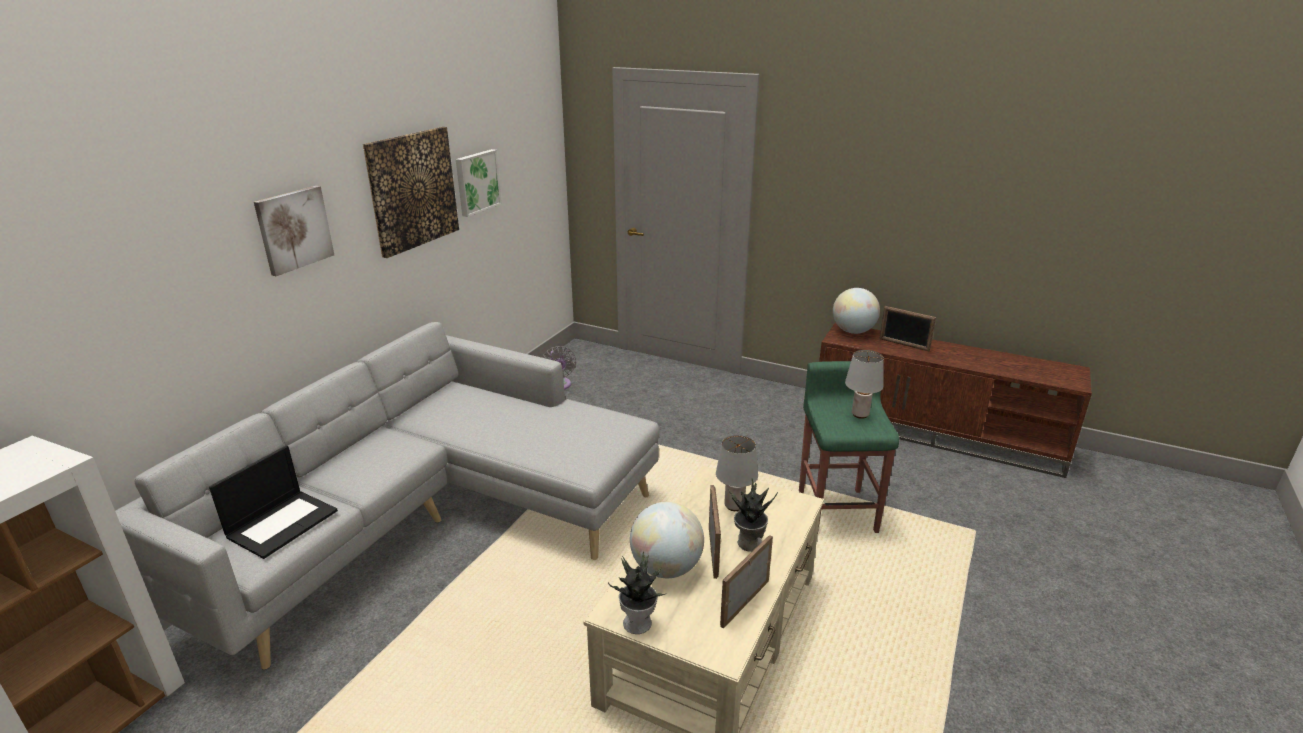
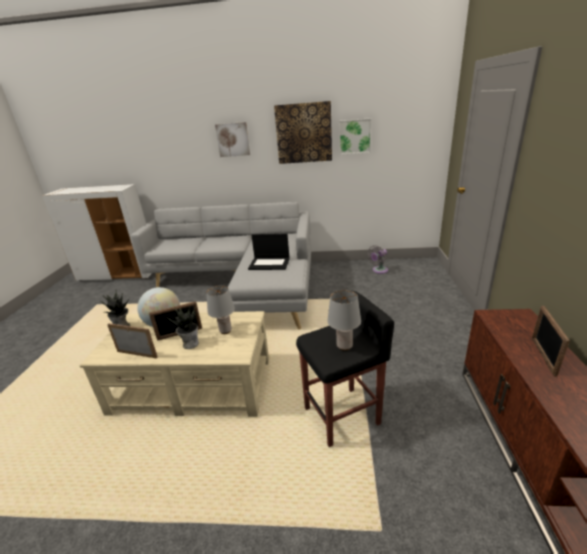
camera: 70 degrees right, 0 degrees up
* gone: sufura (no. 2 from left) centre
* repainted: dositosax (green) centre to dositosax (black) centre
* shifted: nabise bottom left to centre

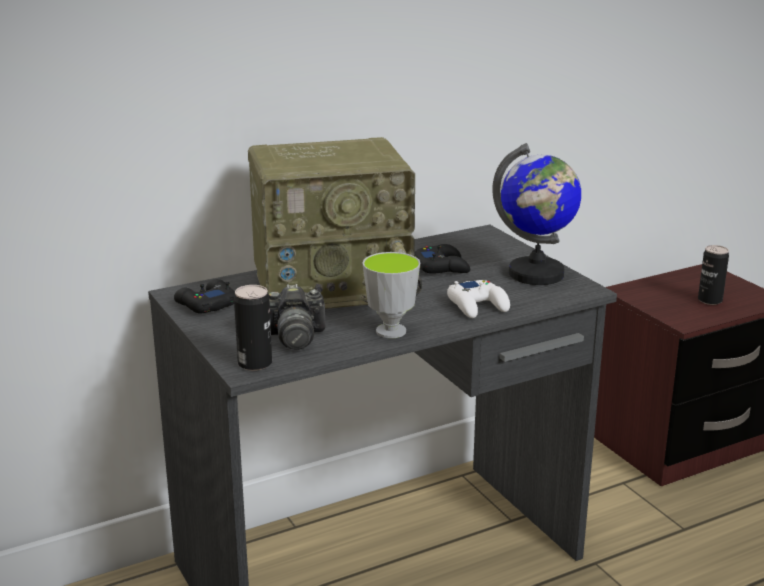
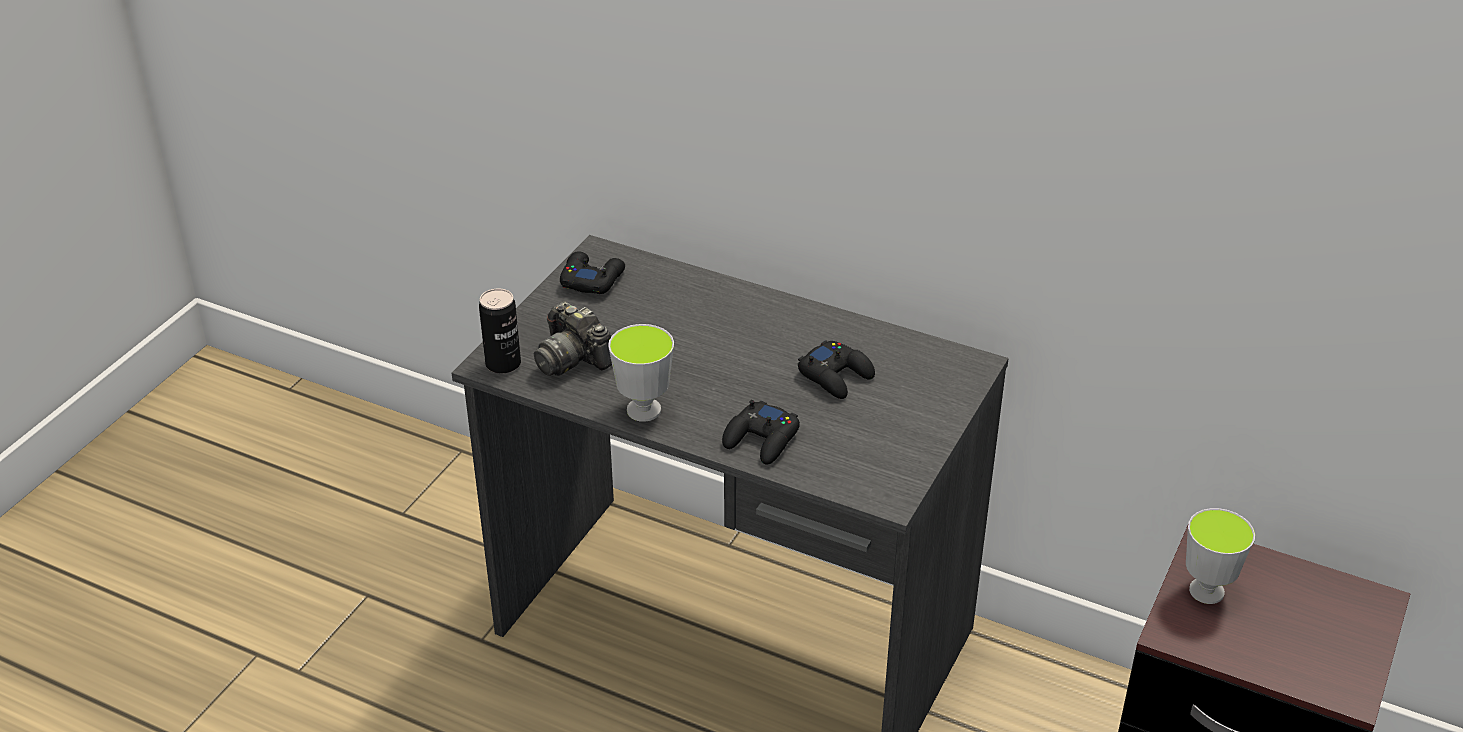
camera: 55 degrees right, 15 degrees up
* gone: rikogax centre
* gone: sufura middle right
* gone: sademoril (no. 2 from left) middle right
* repainted: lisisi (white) centre to lisisi (black) (no. 2 from left) centre
* new: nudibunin (no. 2 from left) bottom right

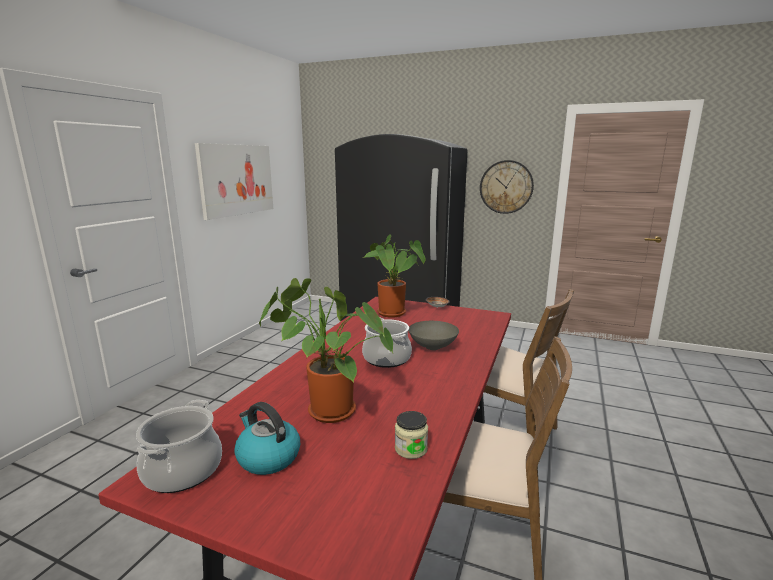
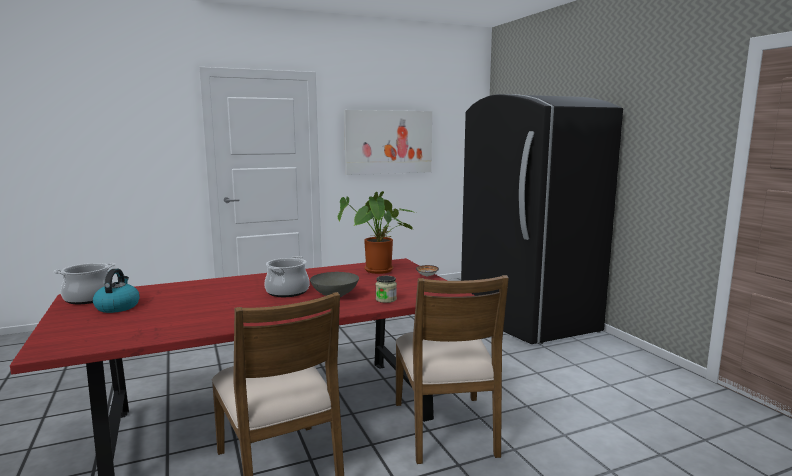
camera: 45 degrees right, 5 degrees down
* gone: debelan top centre
* gone: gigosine (no. 1 from left) centre
* shifted: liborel bottom centre to centre

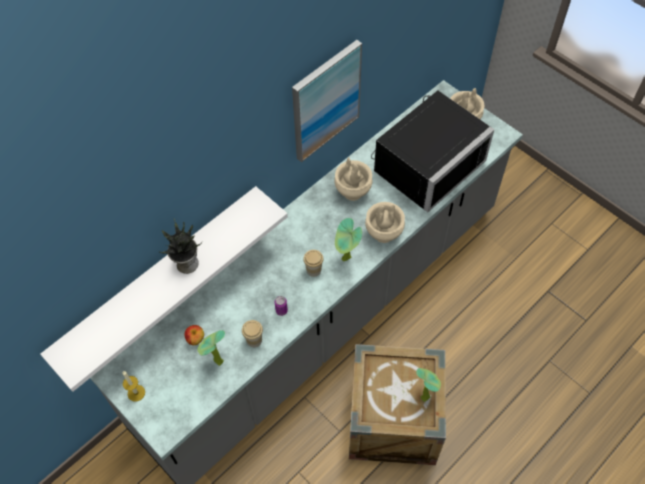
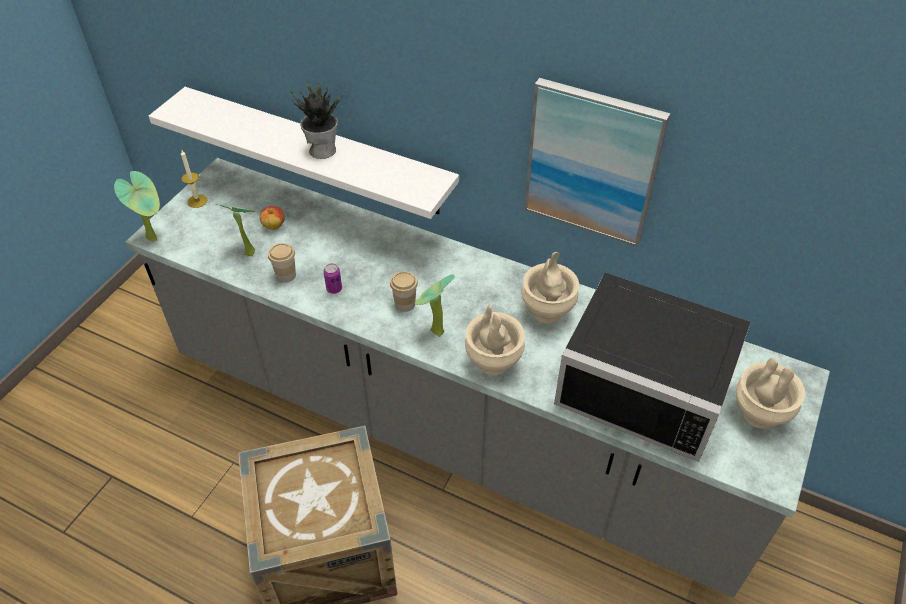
camera: 70 degrees right, 10 degrees down
* shifted: gigosine (no. 4 from left in the first image) bottom centre to gigosine (no. 1 from left) middle left

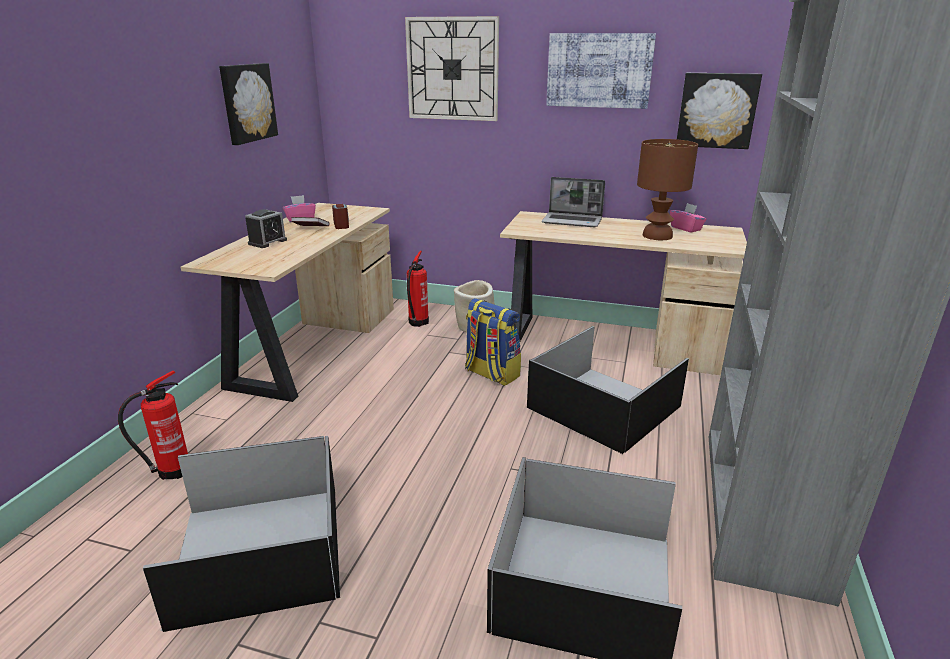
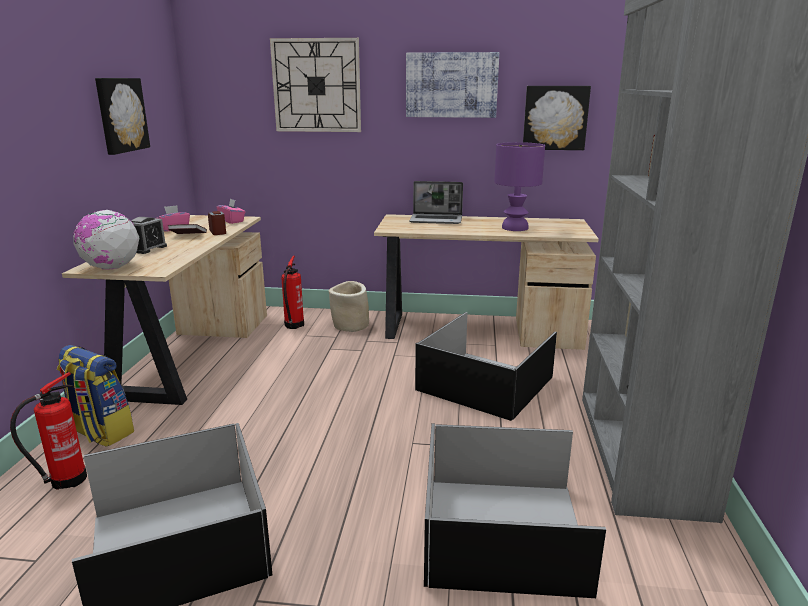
camera: 10 degrees left, 5 degrees down
* repainted: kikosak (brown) top right to kikosak (purple) top centre
* shifted: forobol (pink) (no. 2 from left) top right to middle left
* shifted: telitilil centre to middle left
* new: sufura middle left

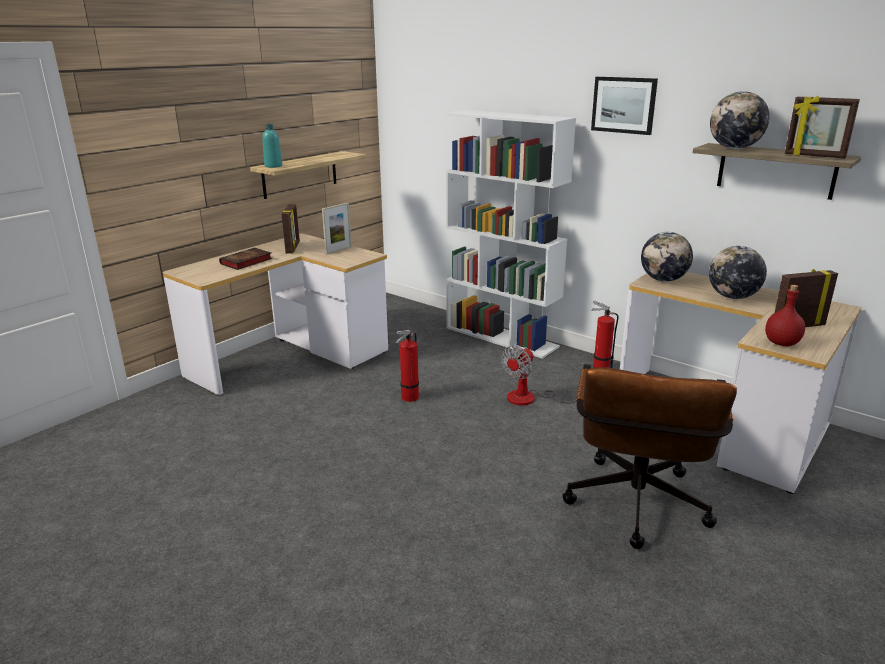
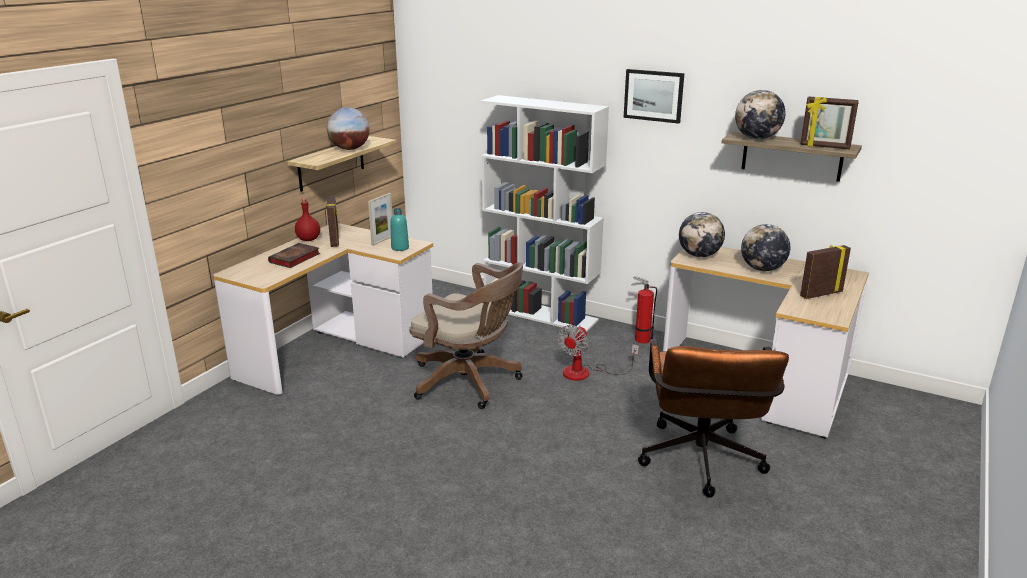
camera: 10 degrees left, 0 degrees up
* shifted: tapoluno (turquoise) top left to centre
* shifted: tapoluno (red) middle right to middle left
* swapped: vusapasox (no. 1 from left) centre to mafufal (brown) (no. 1 from left) centre
* new: sufura (no. 1 from left) top centre

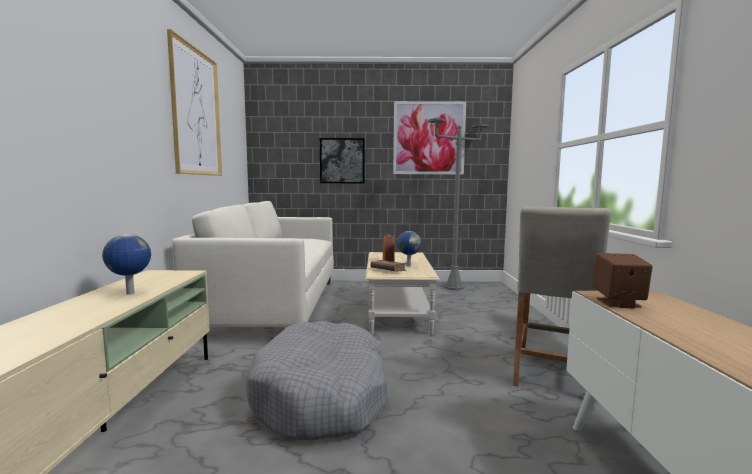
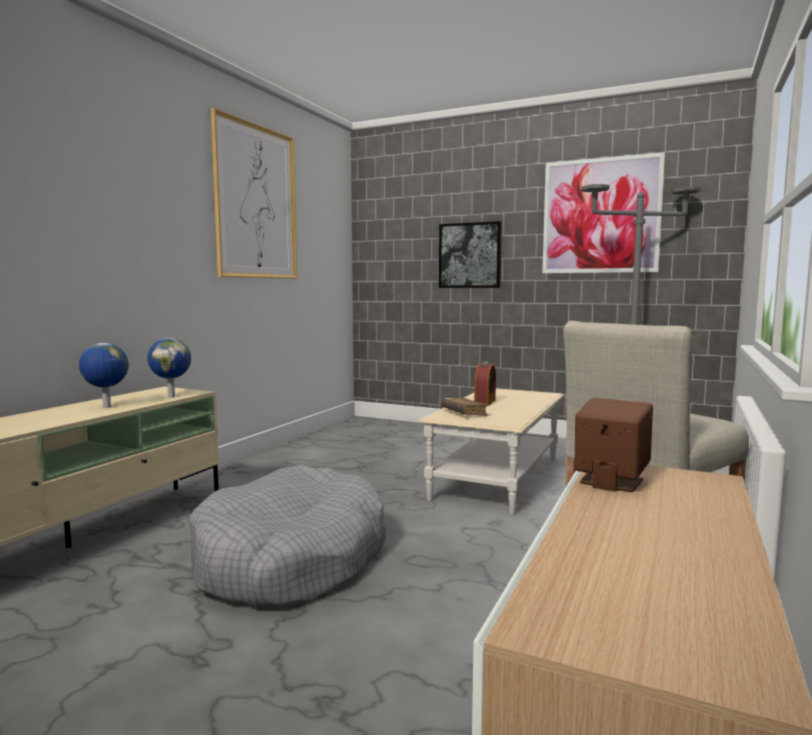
camera: 25 degrees right, 0 degrees up
* gone: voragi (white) centre
* shifted: sufura (no. 2 from left) centre to middle left

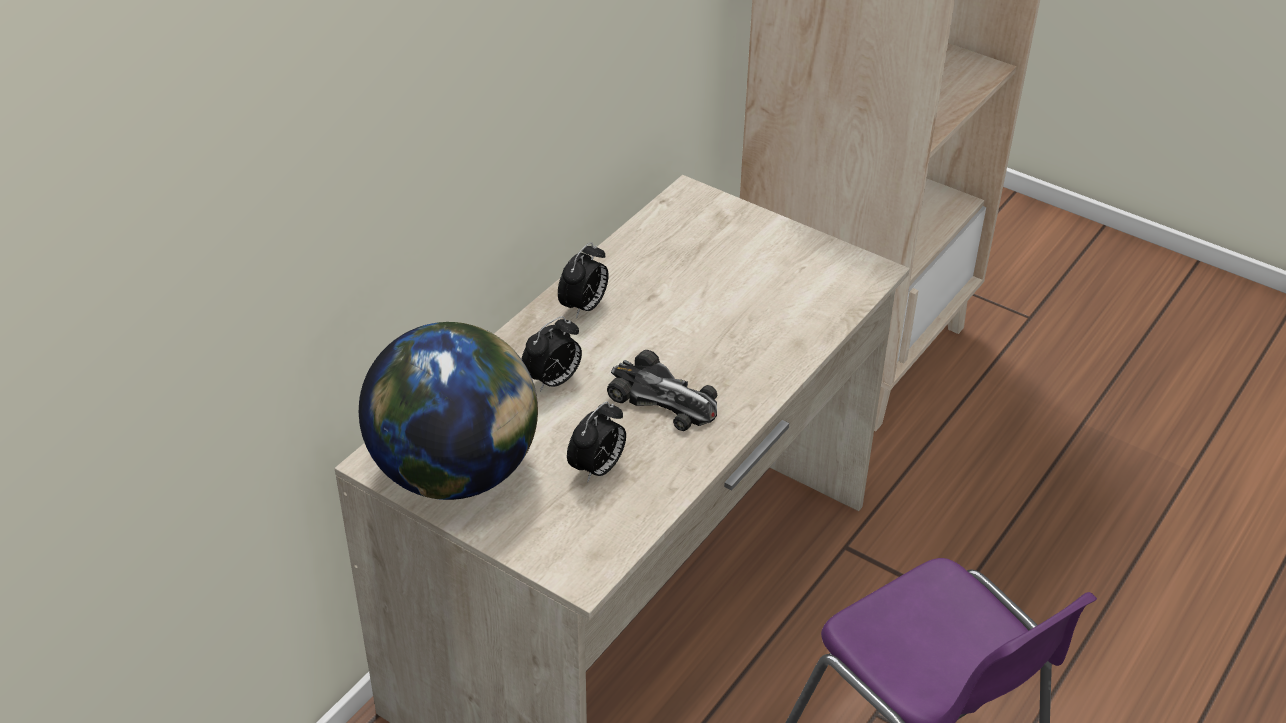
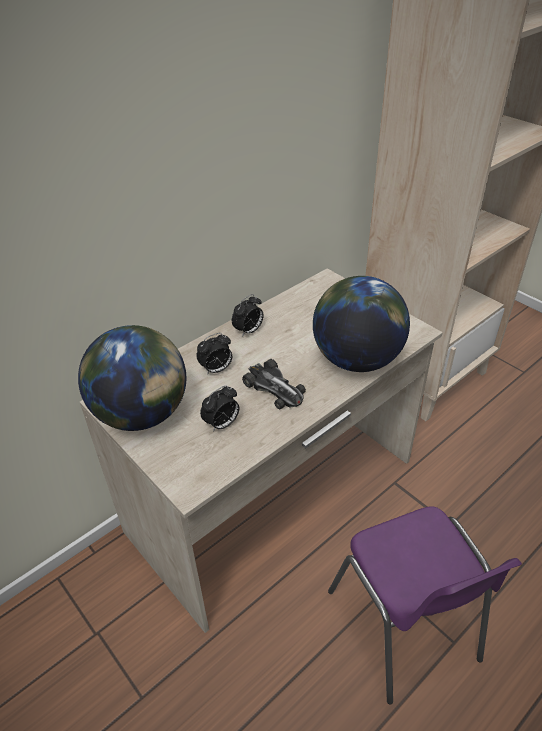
camera: 15 degrees right, 0 degrees up
* new: sufura (no. 2 from left) centre

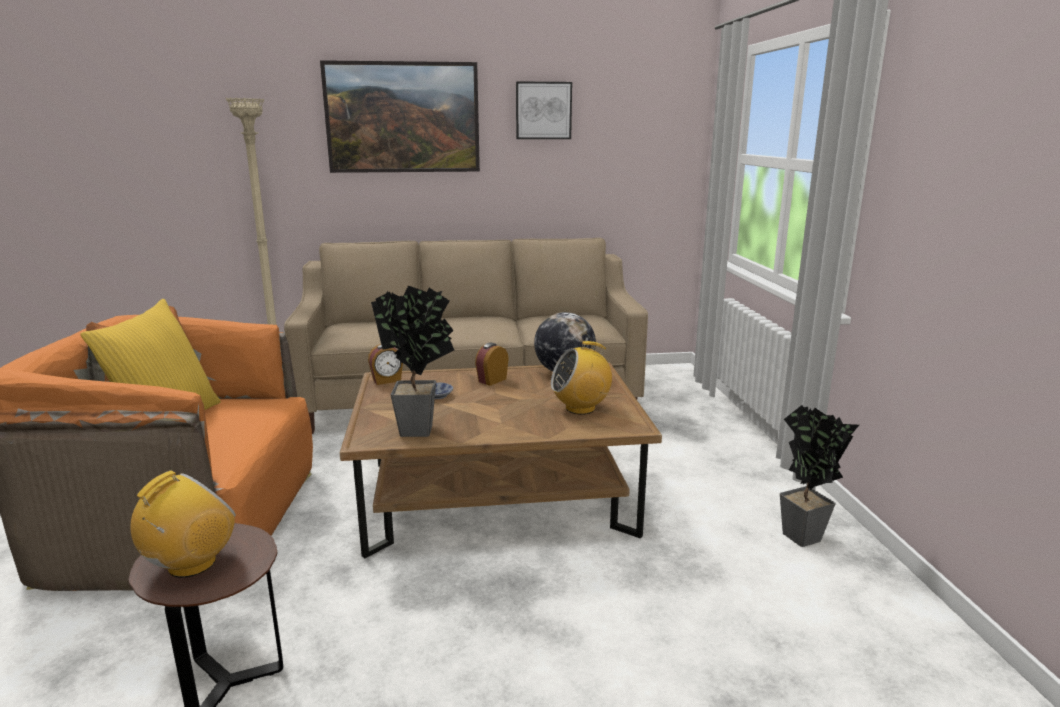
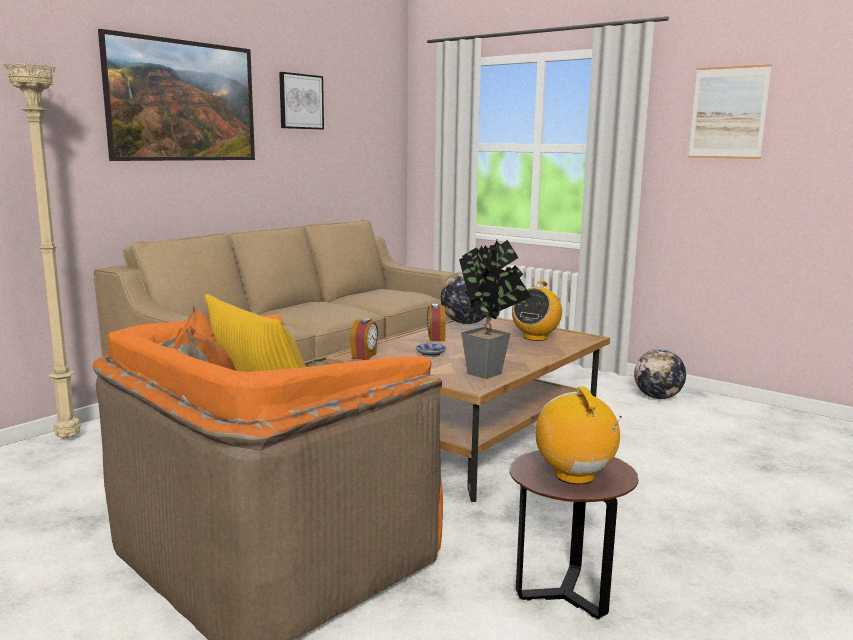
camera: 45 degrees left, 5 degrees down
* swapped: gigosine (no. 2 from left) bottom right to sufura (no. 2 from left) middle right
* new: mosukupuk (no. 3 from left) top right

